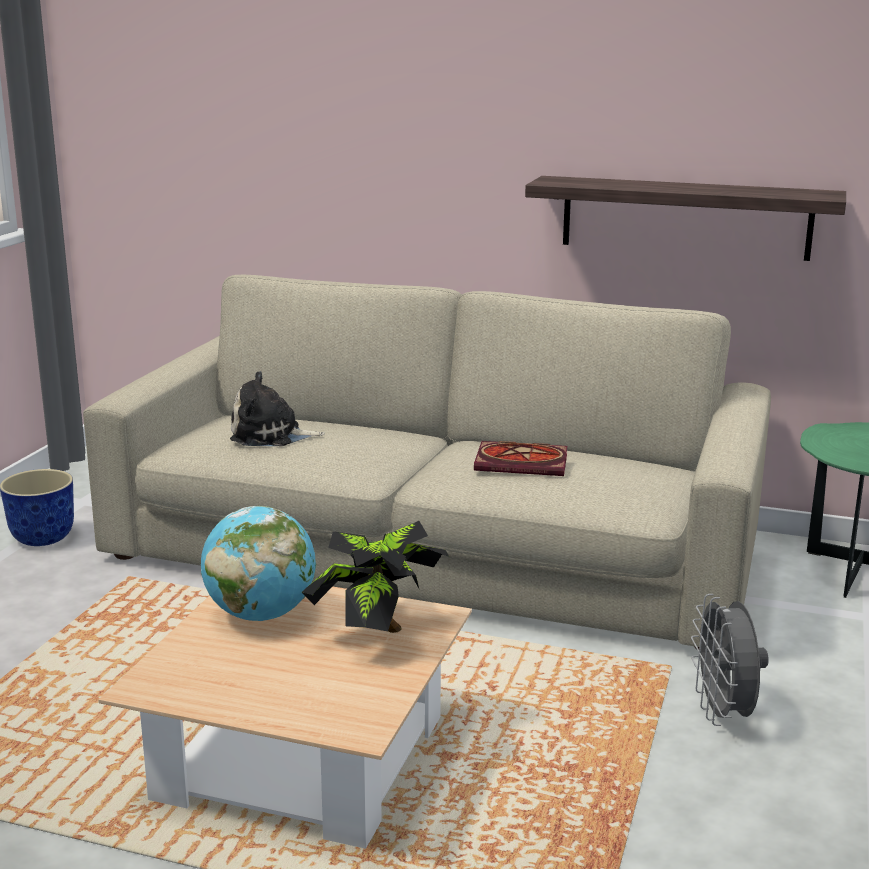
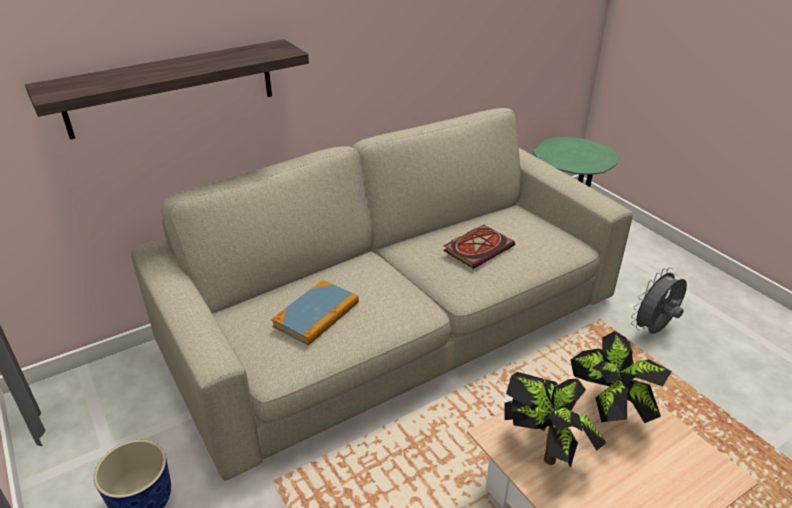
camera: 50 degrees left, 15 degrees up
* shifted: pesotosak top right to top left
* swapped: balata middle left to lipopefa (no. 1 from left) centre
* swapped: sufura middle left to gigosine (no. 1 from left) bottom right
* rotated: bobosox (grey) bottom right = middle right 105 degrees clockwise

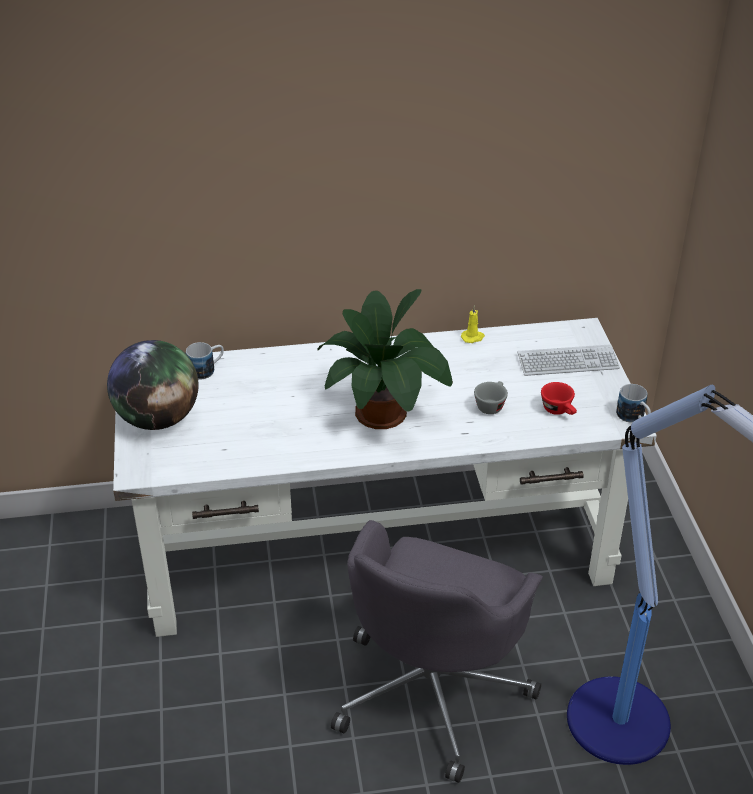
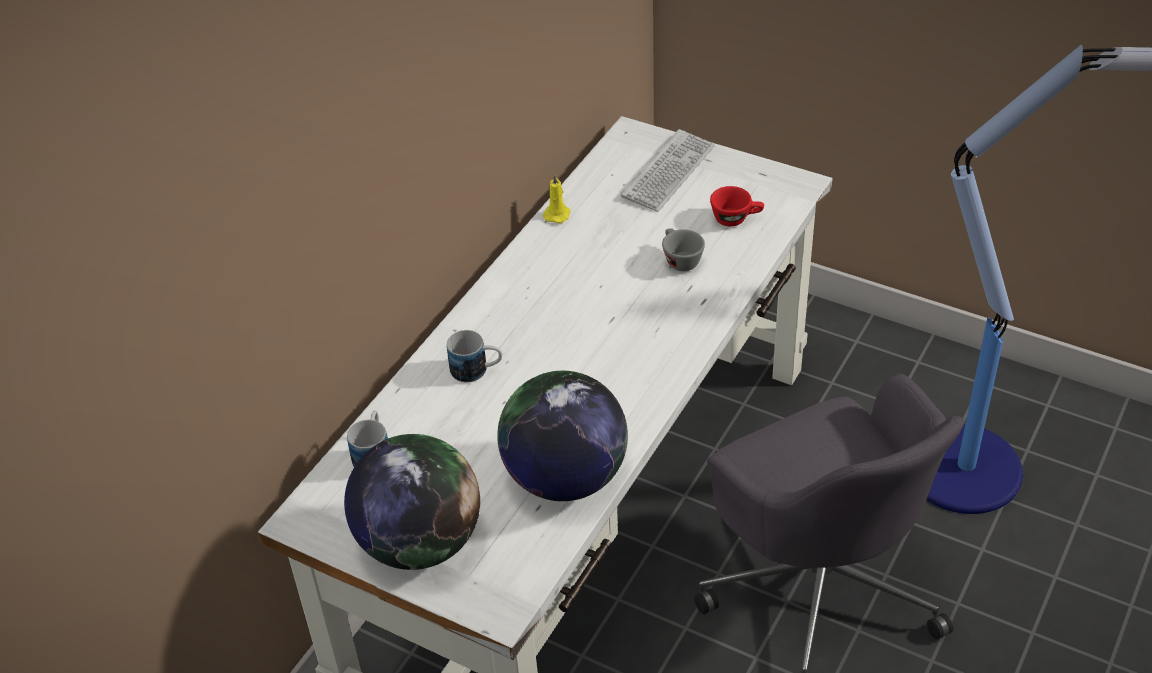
camera: 50 degrees left, 5 degrees up
* gone: gigosine centre
* shifted: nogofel (no. 2 from left) middle right to centre
* new: sufura (no. 2 from left) centre

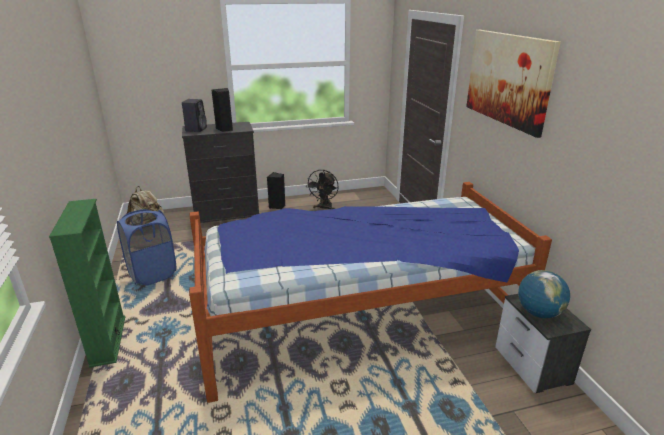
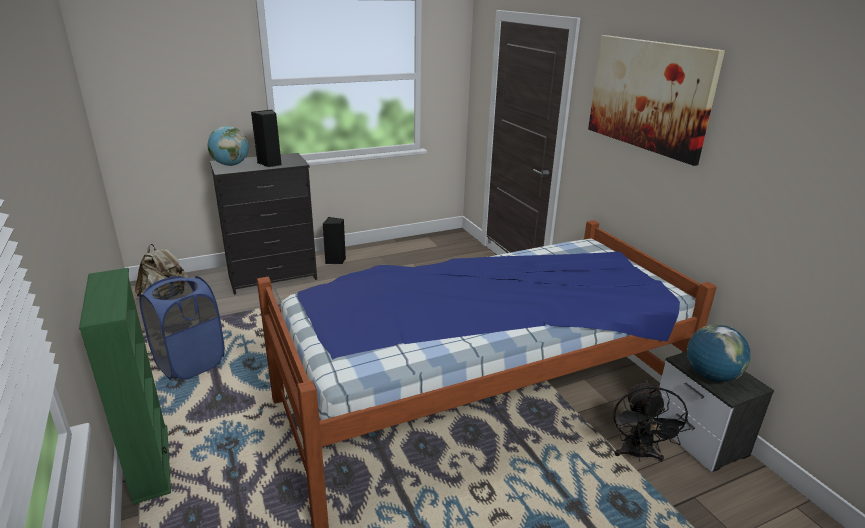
camera: 10 degrees left, 0 degrees up
* swapped: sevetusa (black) (no. 1 from left) top left to sufura (no. 1 from left) top left
* shifted: bobosox (black) centre to bottom right

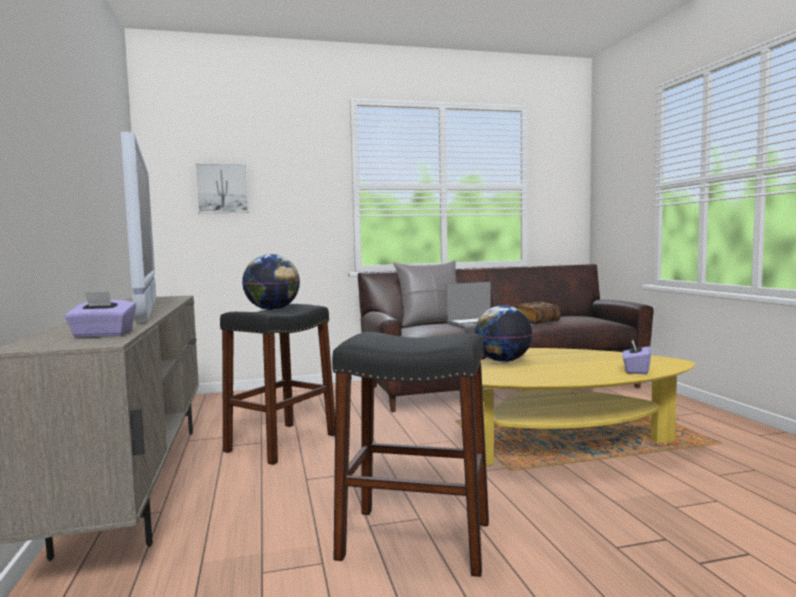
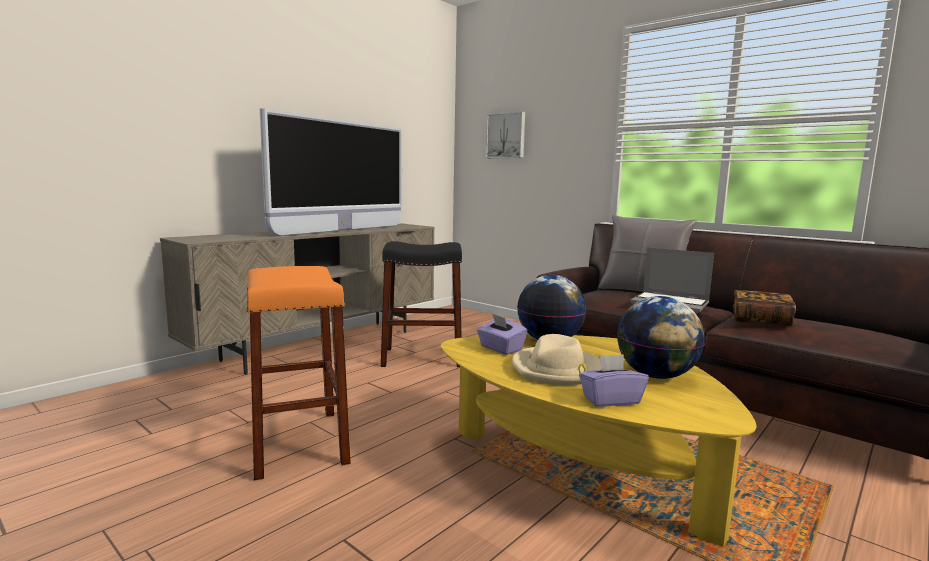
camera: 55 degrees right, 5 degrees up
* shifted: sufura (no. 1 from left in the first image) centre to sufura (no. 2 from left) middle right
* shifted: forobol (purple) (no. 1 from left) middle left to centre
* repainted: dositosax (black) (no. 2 from left) bottom centre to dositosax (orange) middle left
* new: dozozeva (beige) centre

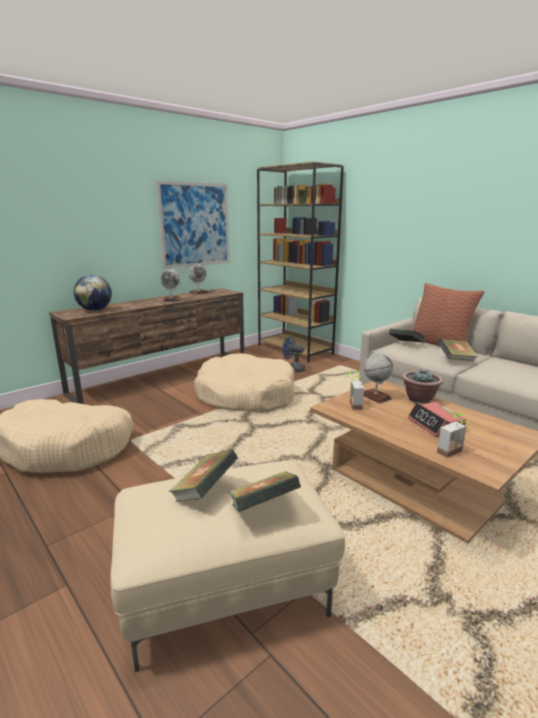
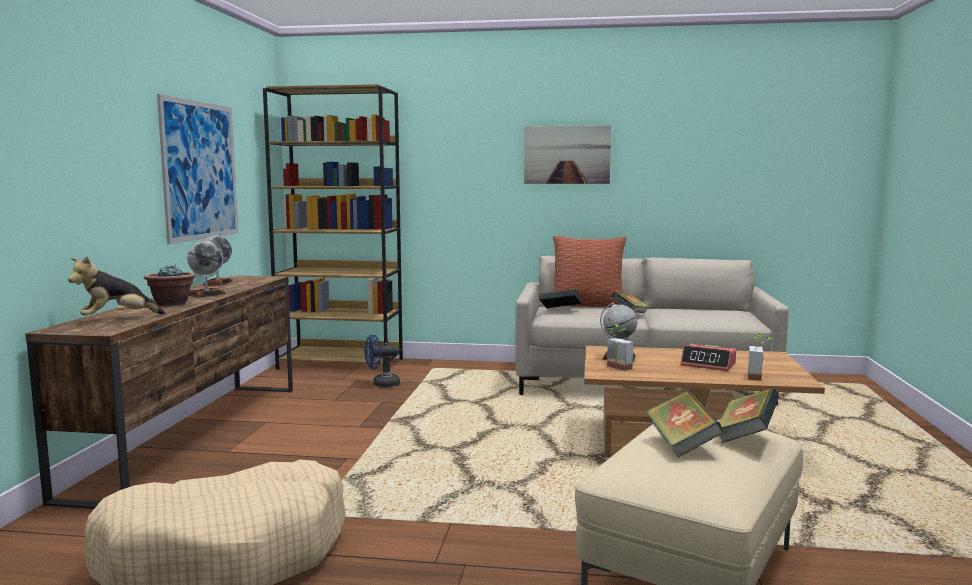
camera: 40 degrees left, 10 degrees down
* swapped: sufura (no. 1 from left) middle left to balata middle left
* gone: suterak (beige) (no. 2 from left) centre
* shifted: gigosine (no. 2 from left in the first image) middle right to gigosine (no. 1 from left) middle left
* new: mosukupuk (no. 2 from left) top centre

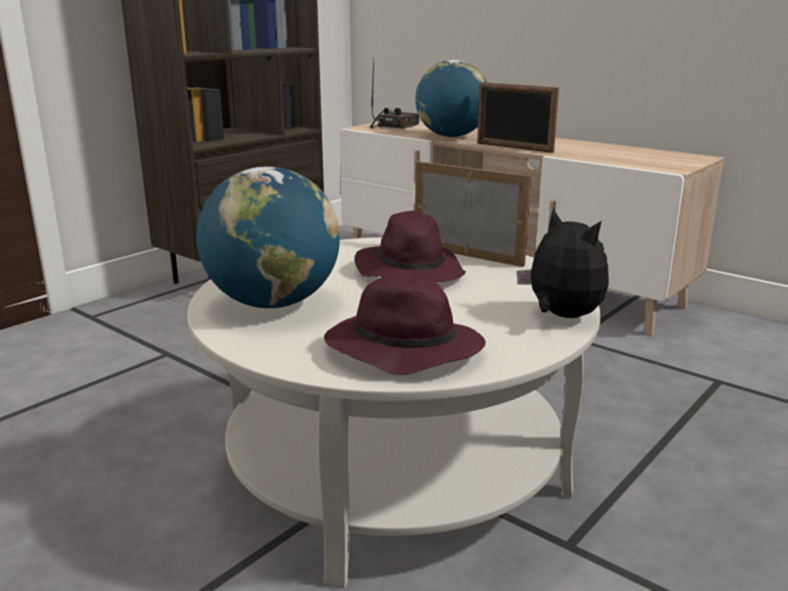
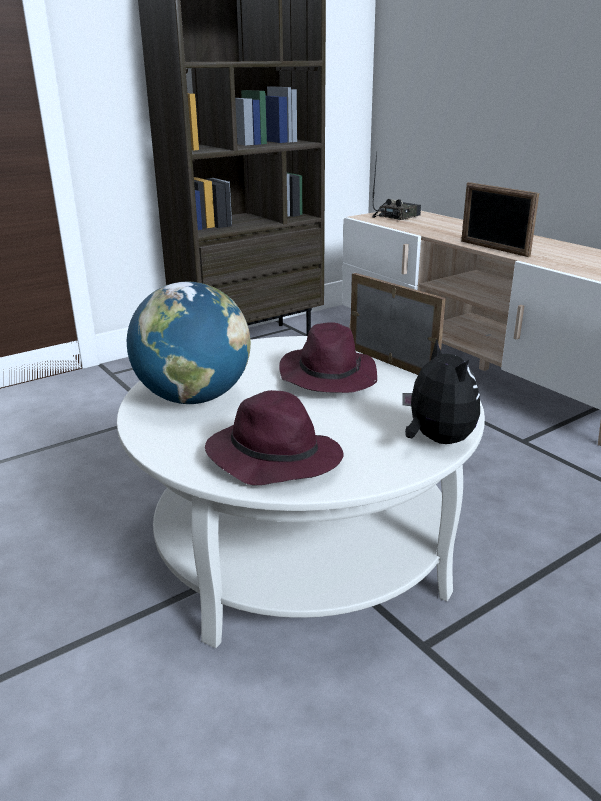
camera: 15 degrees right, 5 degrees up
* gone: sufura (no. 2 from left) top centre

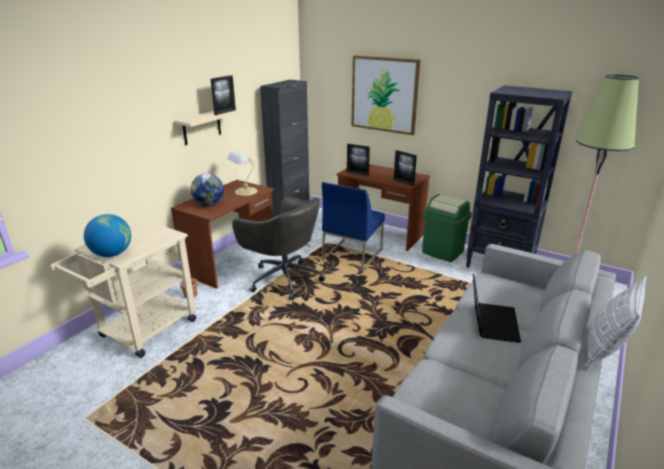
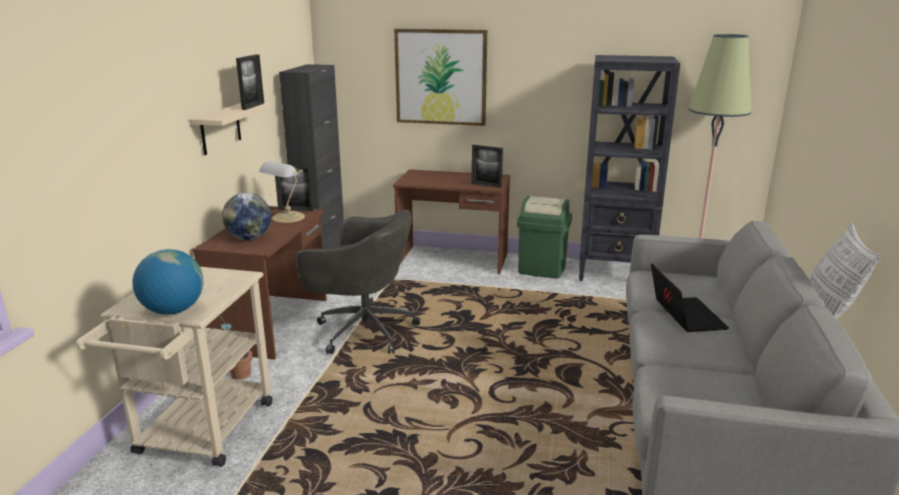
camera: 20 degrees left, 5 degrees down
* shifted: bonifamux (no. 2 from left) centre to middle left
* gone: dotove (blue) centre

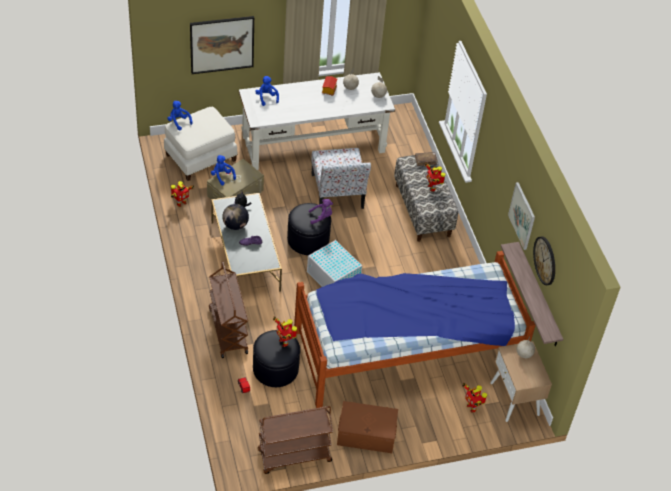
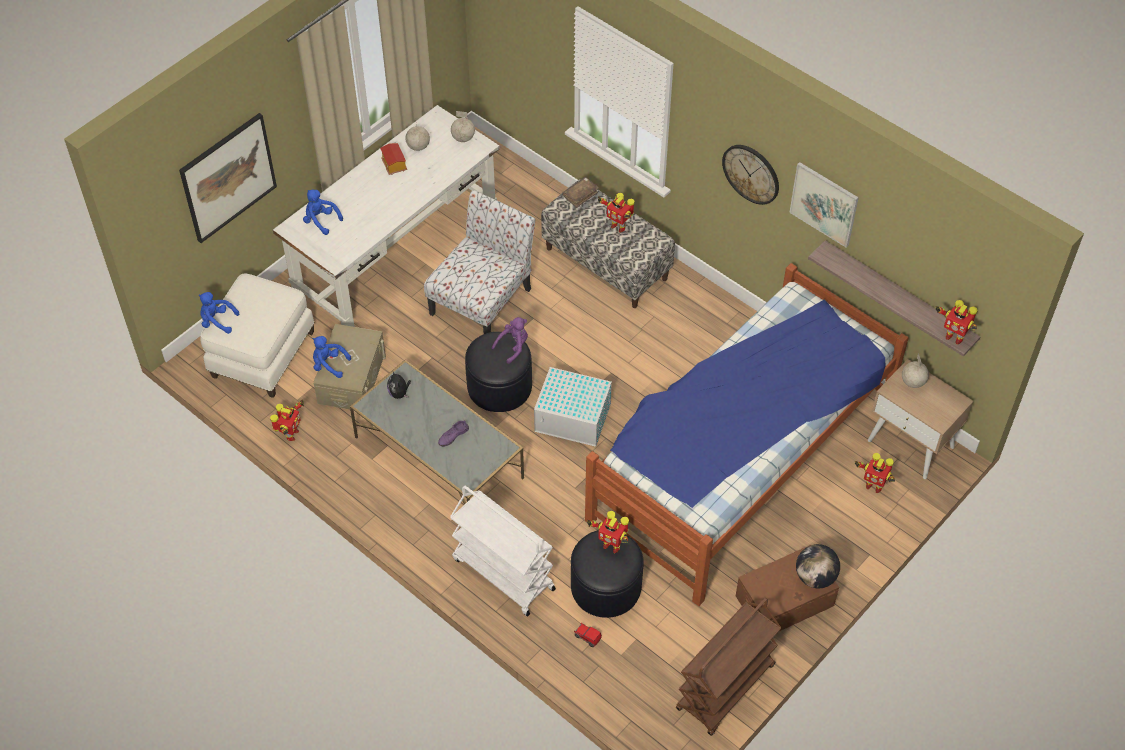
camera: 30 degrees left, 5 degrees up
* rotated: dotove centre = centre 105 degrees counterclockwise
* shifted: sufura (no. 1 from left in the first image) centre to sufura (no. 3 from left) bottom right
* shifted: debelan middle right to top right
* repainted: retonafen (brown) (no. 1 from left) centre to retonafen (white) bottom centre
* new: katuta (no. 5 from left) middle right

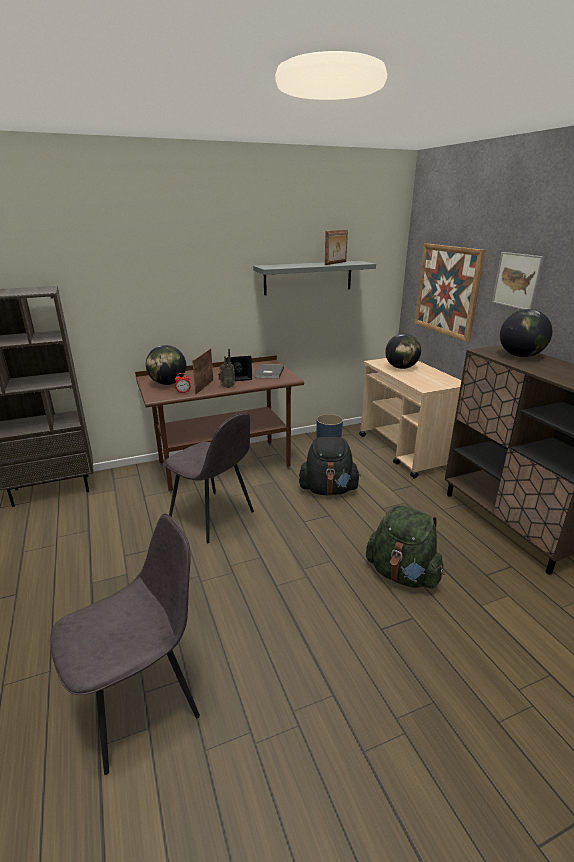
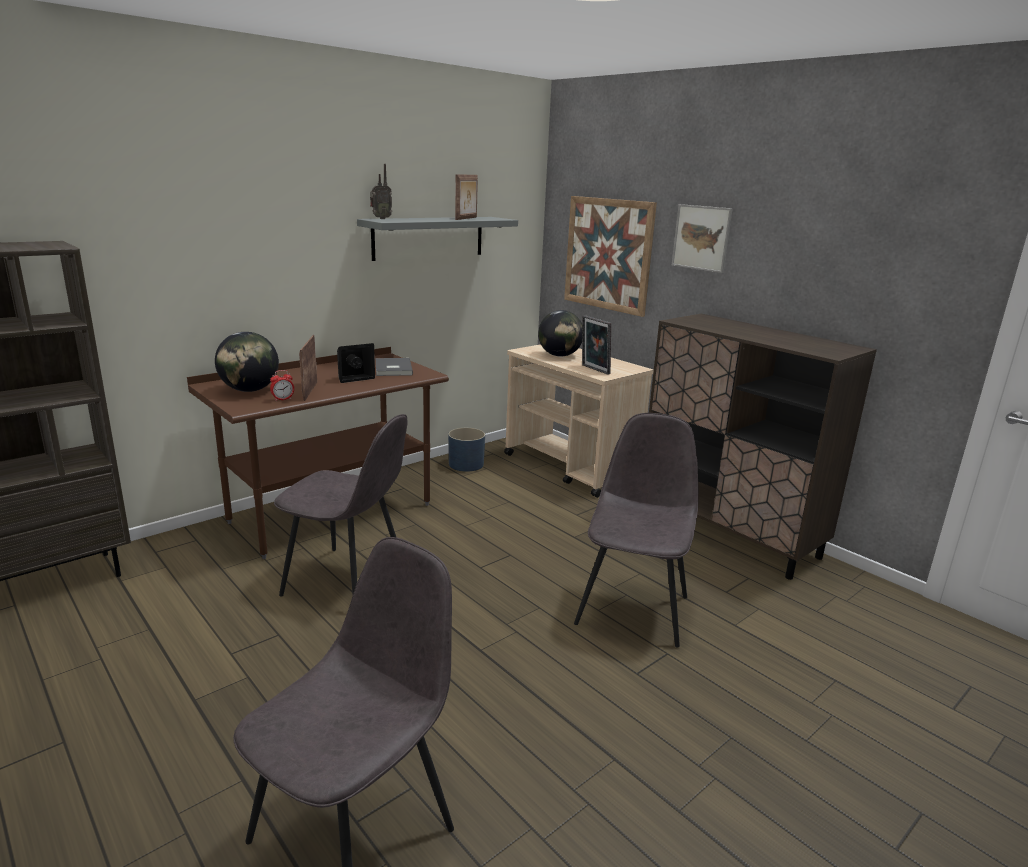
camera: 20 degrees left, 5 degrees down
* gone: sufura (no. 3 from left) middle right
* shifted: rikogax centre to top centre
* gone: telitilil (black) centre
* swapped: telitilil (green) middle right to dotove (grey) (no. 3 from left) centre
* new: bonifamux (no. 3 from left) centre

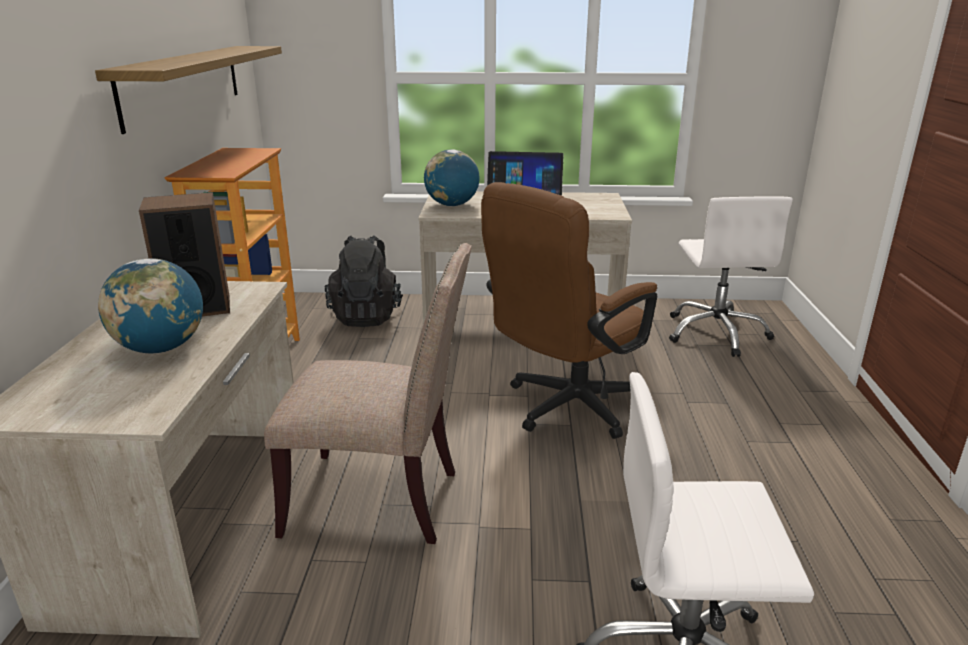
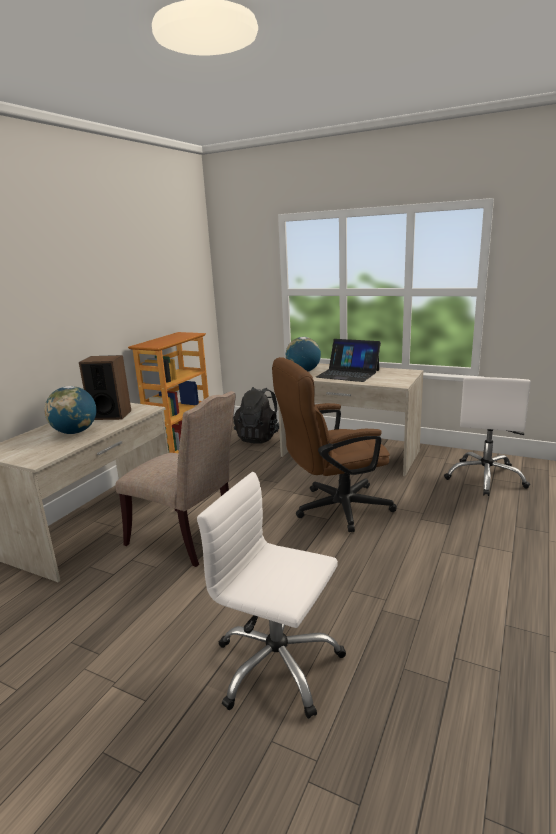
camera: 25 degrees right, 5 degrees down
* gone: pesotosak top left

